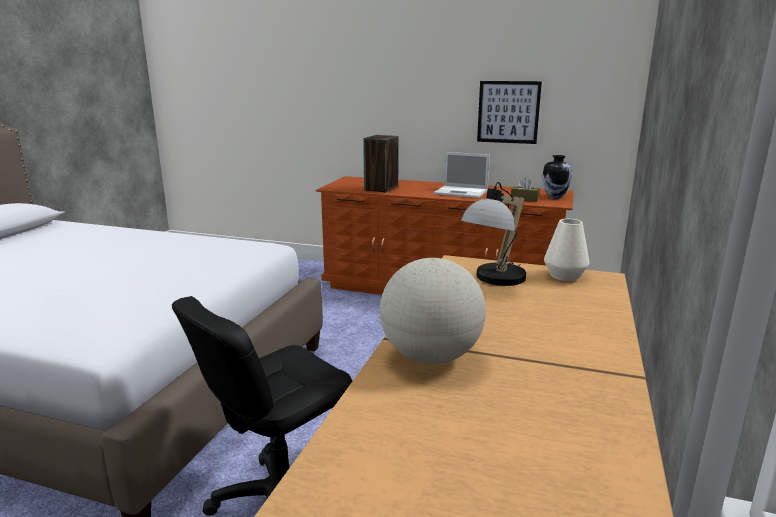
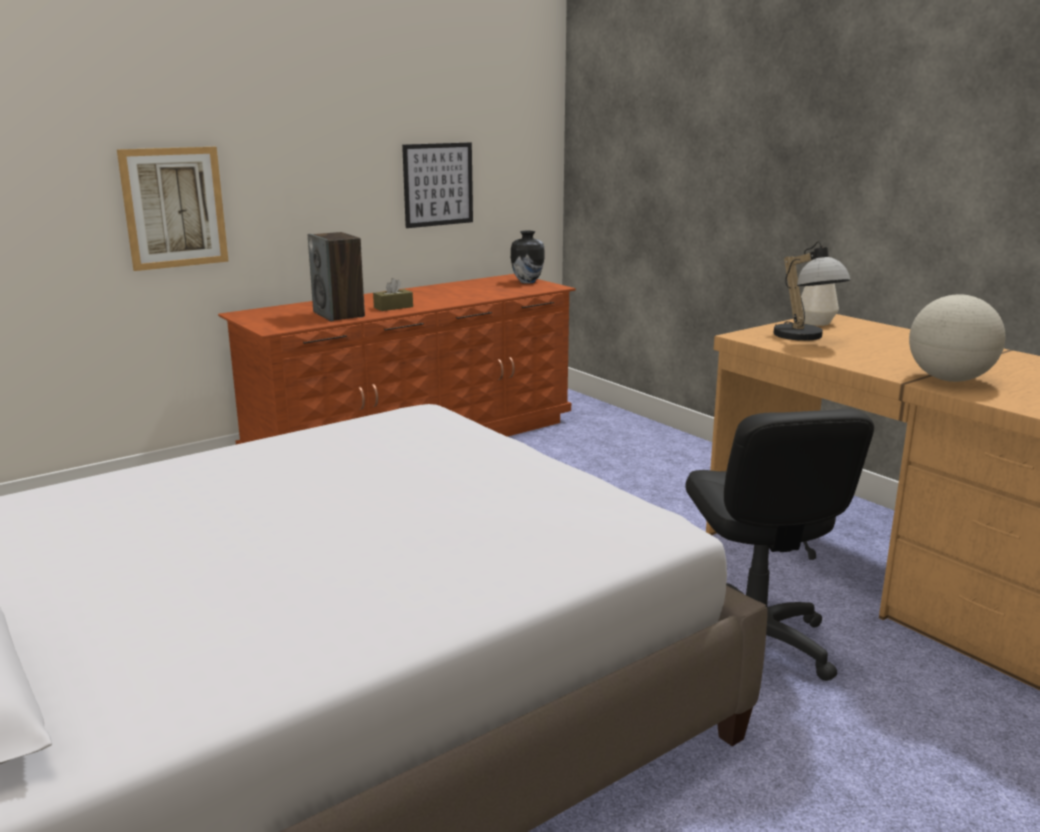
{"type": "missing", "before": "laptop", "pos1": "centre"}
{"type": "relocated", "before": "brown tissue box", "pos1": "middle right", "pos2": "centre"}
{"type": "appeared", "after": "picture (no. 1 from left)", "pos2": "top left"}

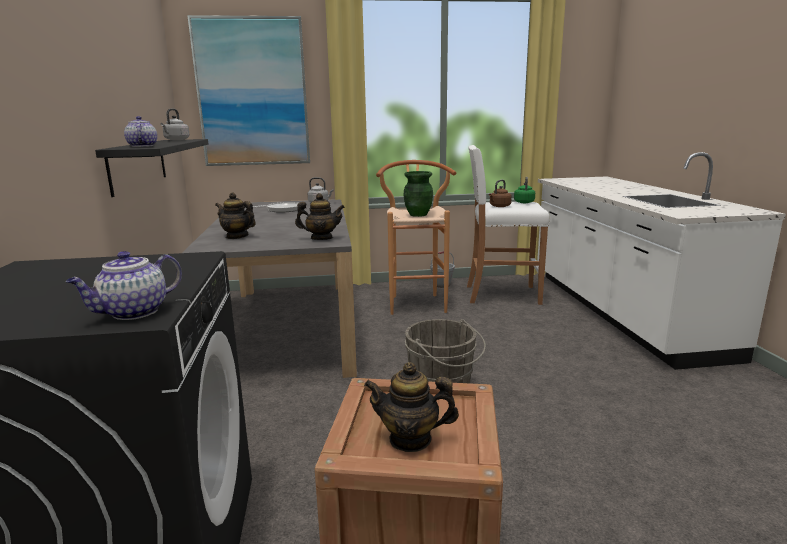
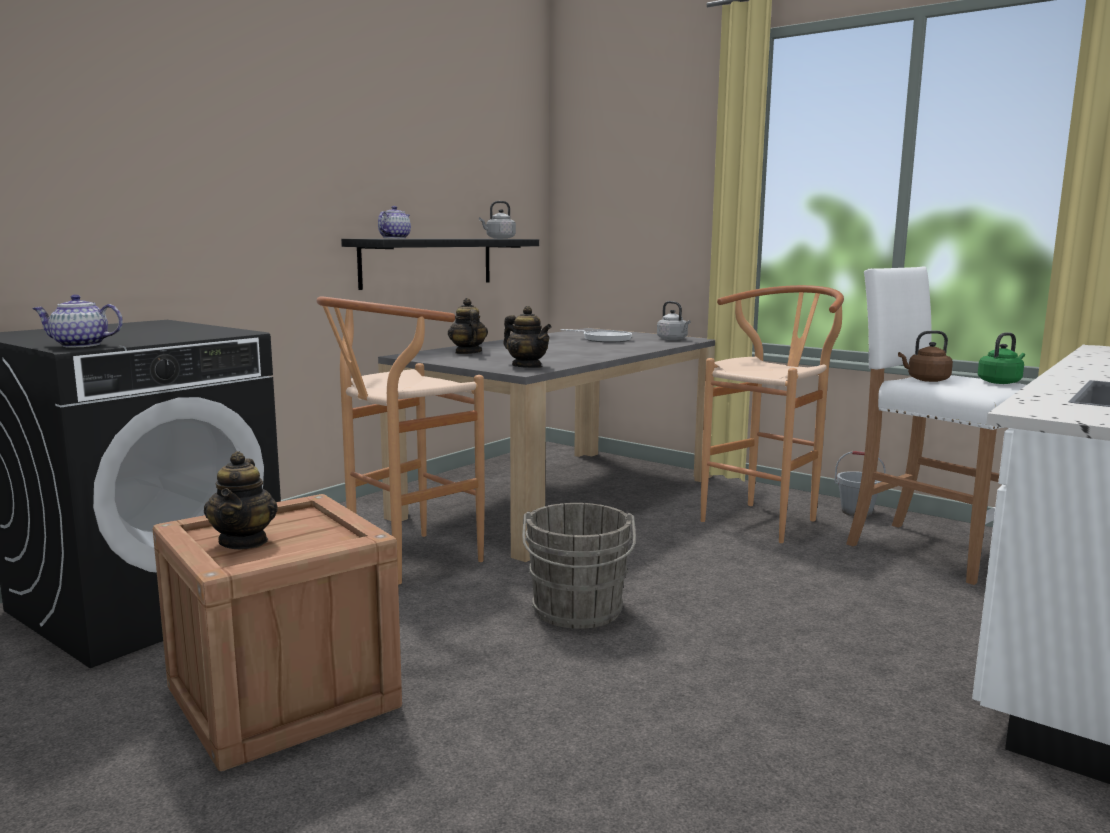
{"type": "missing", "before": "picture", "pos1": "top left"}
{"type": "missing", "before": "green vase", "pos1": "centre"}
{"type": "spun", "before": "teapot (no. 5 from left in the first image)", "pos1": "bottom centre", "pos2": "middle left", "turn": -150}
{"type": "appeared", "after": "brown stool (no. 1 from left)", "pos2": "centre"}

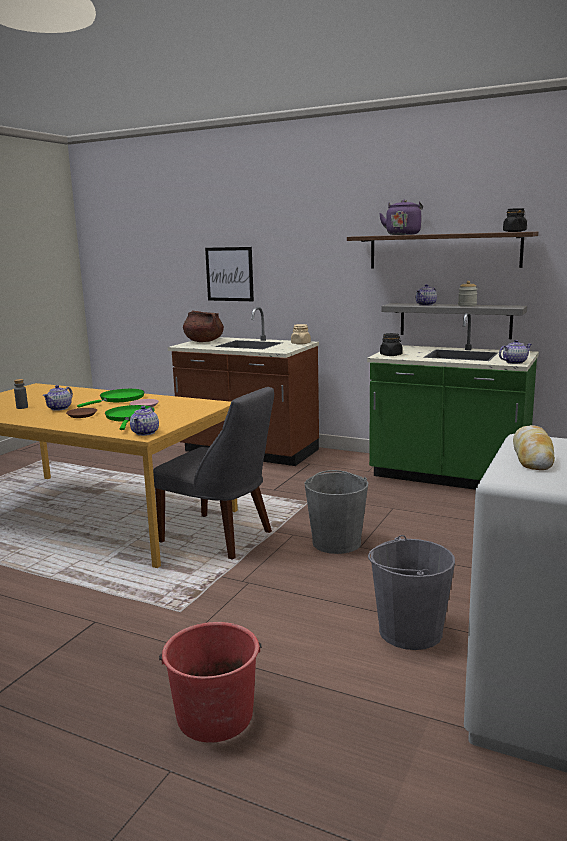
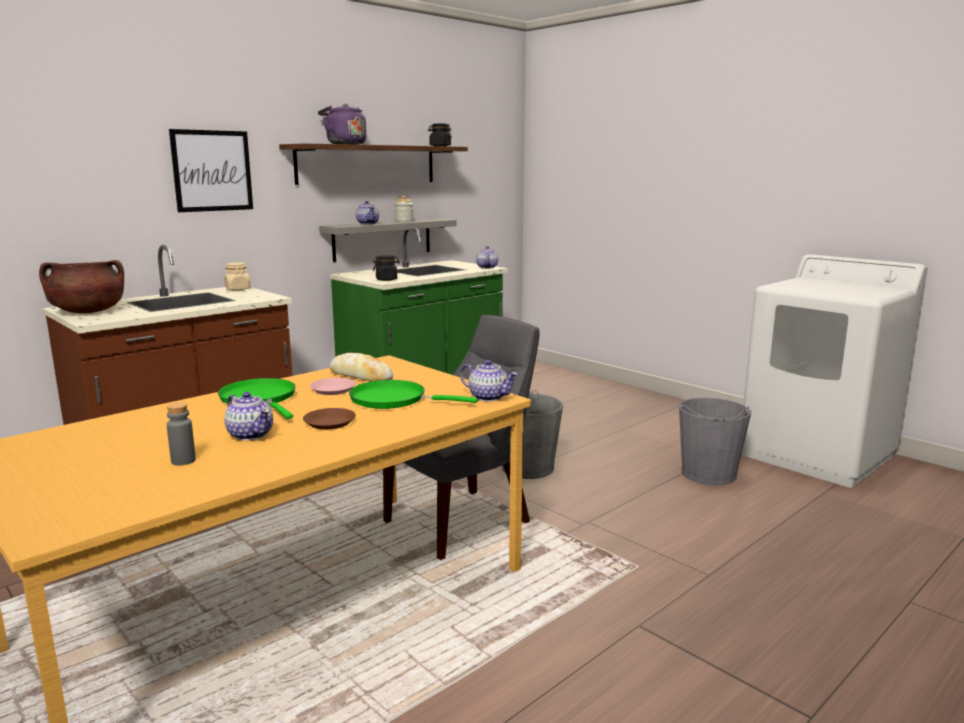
{"type": "relocated", "before": "picture", "pos1": "top centre", "pos2": "top left"}
{"type": "relocated", "before": "bread", "pos1": "middle right", "pos2": "centre"}
{"type": "missing", "before": "red bucket", "pos1": "bottom centre"}

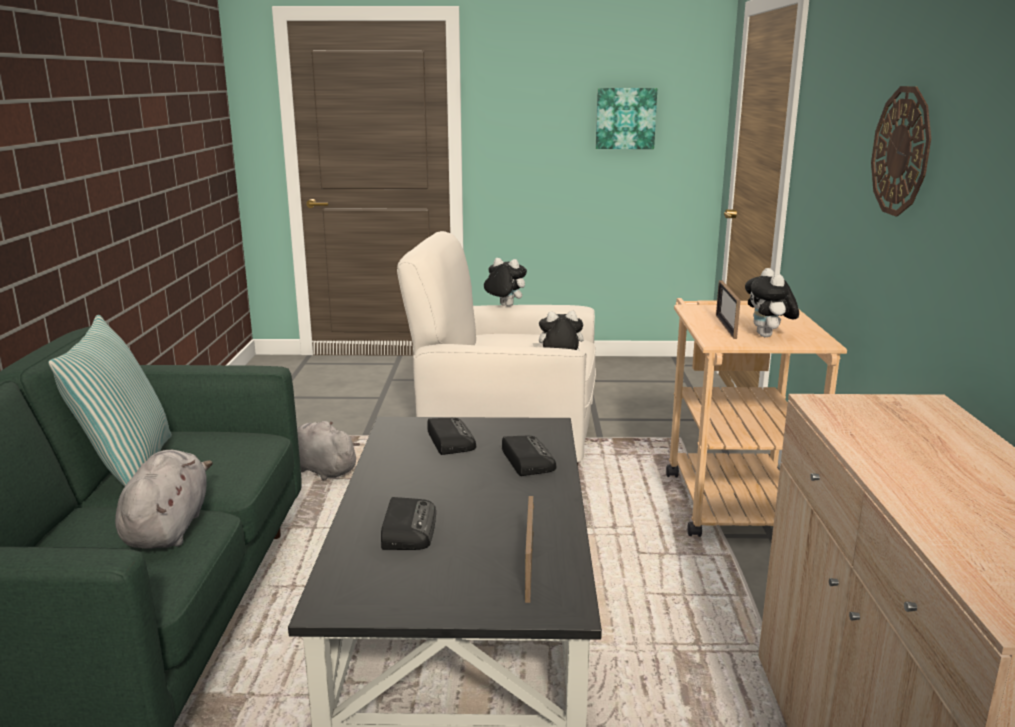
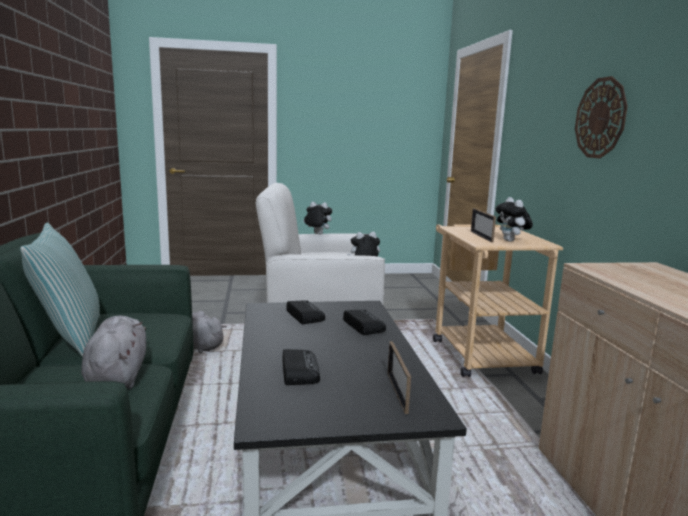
{"type": "missing", "before": "picture", "pos1": "top centre"}

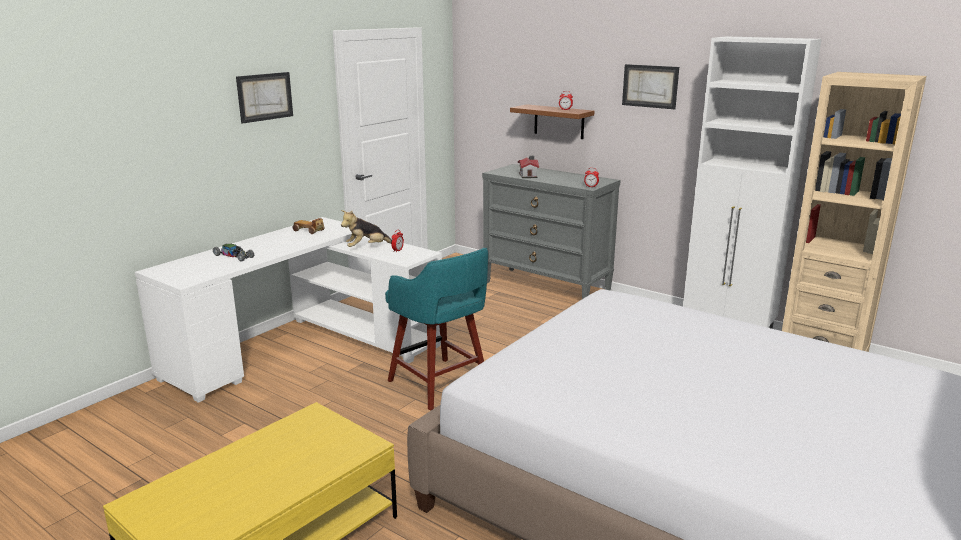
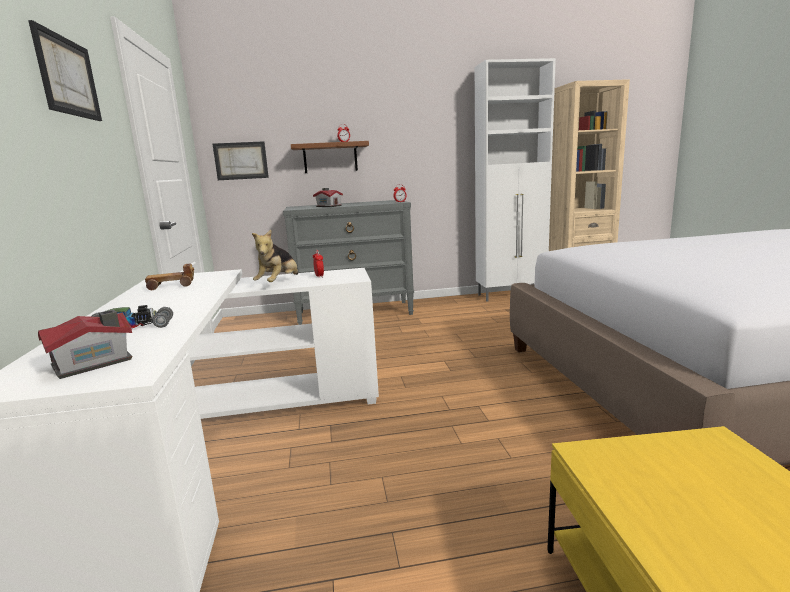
{"type": "relocated", "before": "picture (no. 2 from left)", "pos1": "top right", "pos2": "top left"}
{"type": "missing", "before": "turquoise stool", "pos1": "centre"}
{"type": "appeared", "after": "toy house (no. 1 from left)", "pos2": "middle left"}

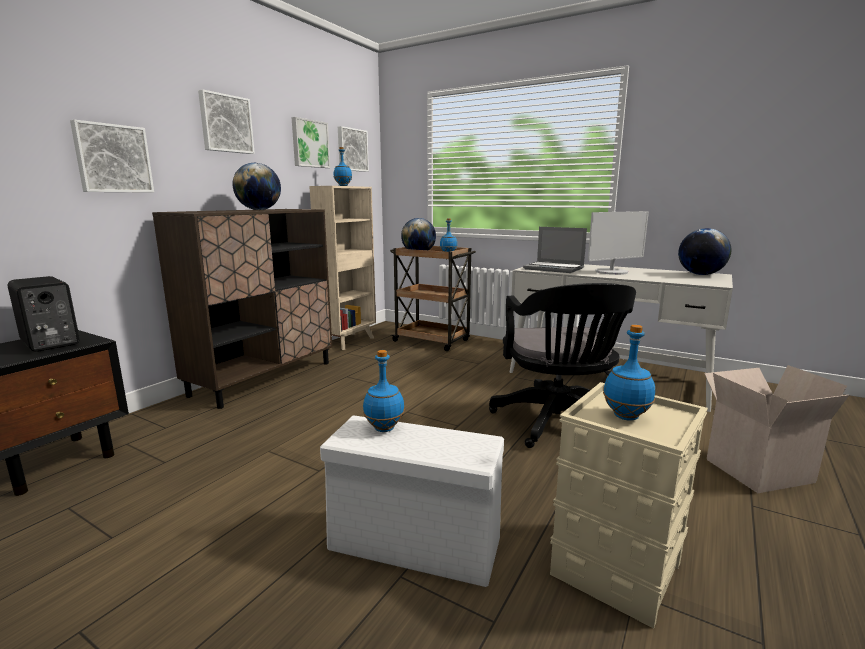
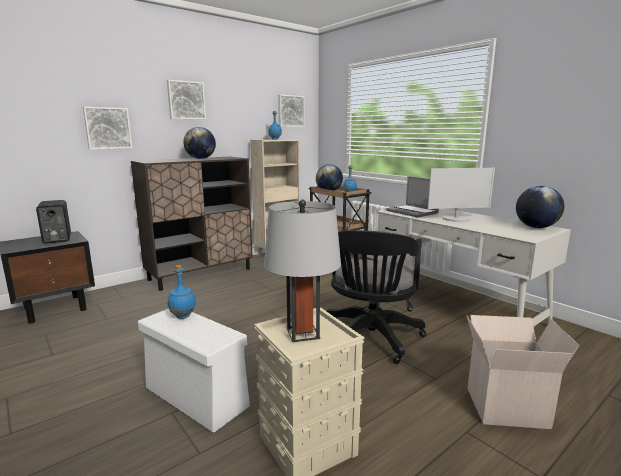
{"type": "missing", "before": "picture (no. 3 from left)", "pos1": "top centre"}
{"type": "exchanged", "before": "blue bottle (no. 4 from left)", "after": "grey table lamp", "pos1": "middle right", "pos2": "centre"}

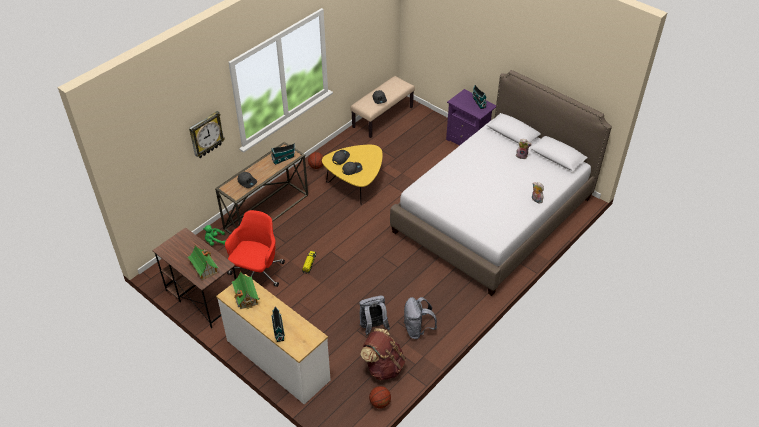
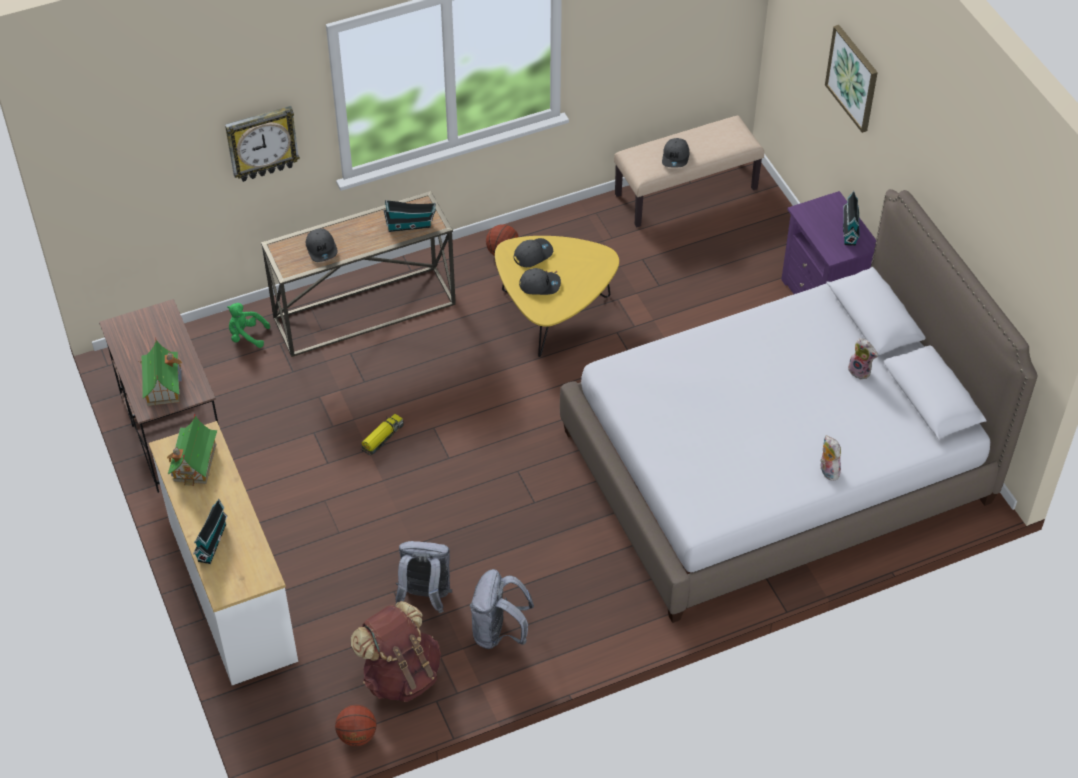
{"type": "missing", "before": "red office chair", "pos1": "centre"}
{"type": "appeared", "after": "picture", "pos2": "top right"}

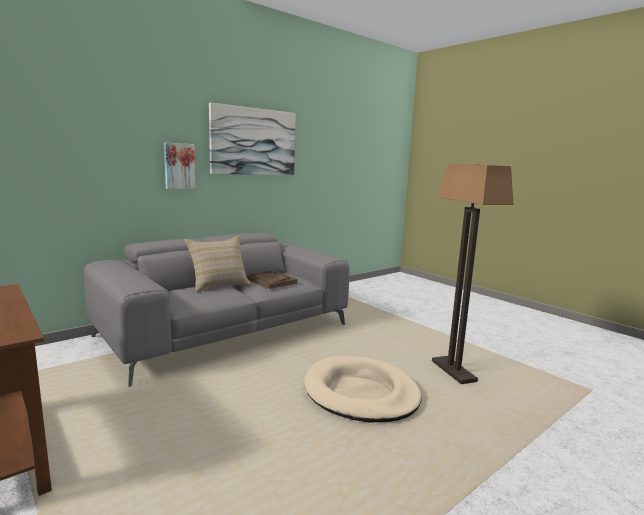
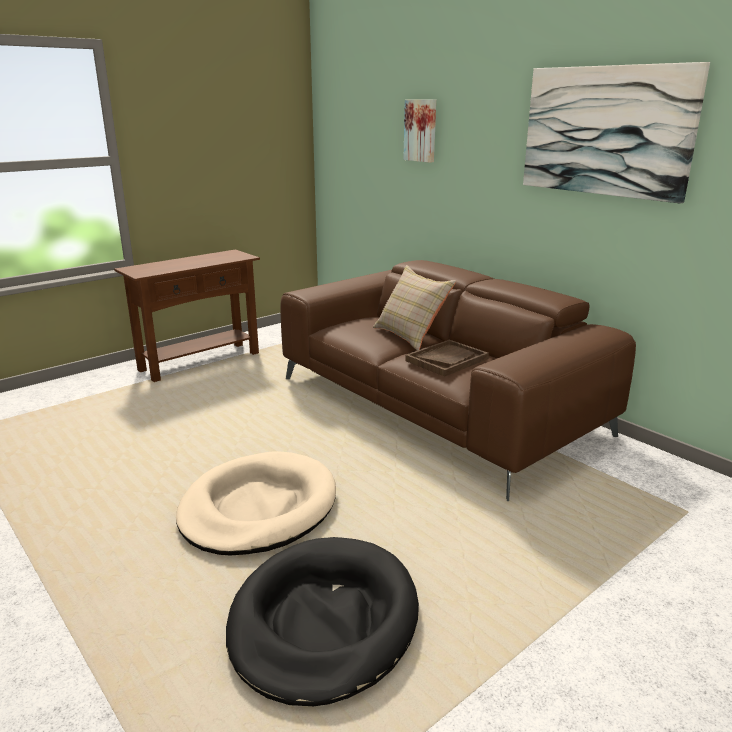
{"type": "relocated", "before": "picture (no. 1 from left)", "pos1": "top left", "pos2": "top centre"}
{"type": "exchanged", "before": "floor lamp", "after": "black dog bed", "pos1": "middle right", "pos2": "bottom centre"}
{"type": "colour", "before": "grey sofa", "after": "brown sofa", "pos1": "centre", "pos2": "centre"}

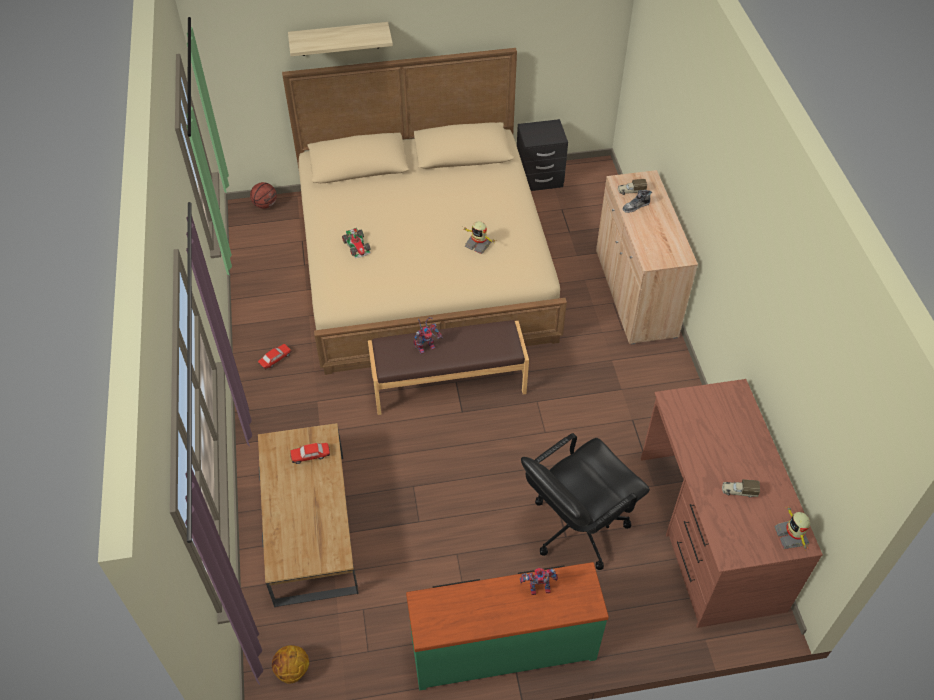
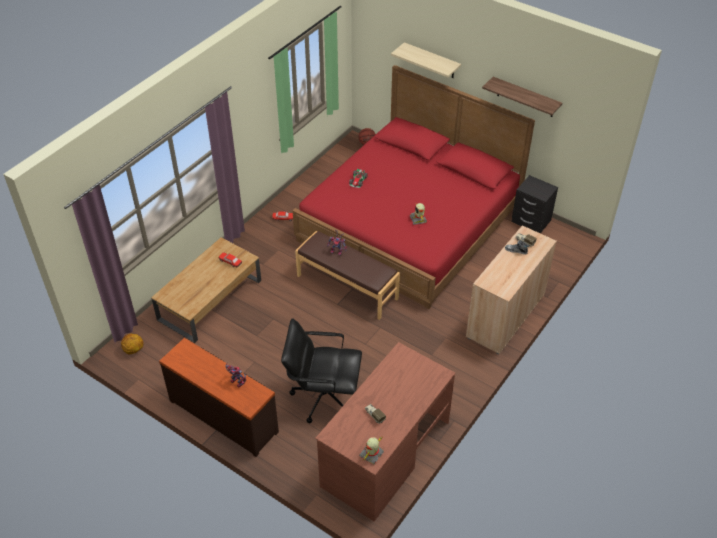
{"type": "colour", "before": "beige bed", "after": "red bed", "pos1": "top centre", "pos2": "centre"}
{"type": "colour", "before": "green dresser", "after": "brown dresser", "pos1": "bottom centre", "pos2": "bottom left"}
{"type": "appeared", "after": "shelf (no. 2 from left)", "pos2": "top right"}

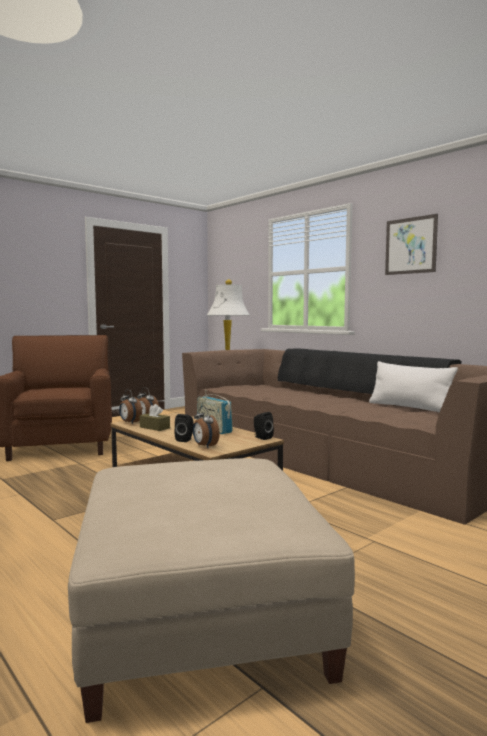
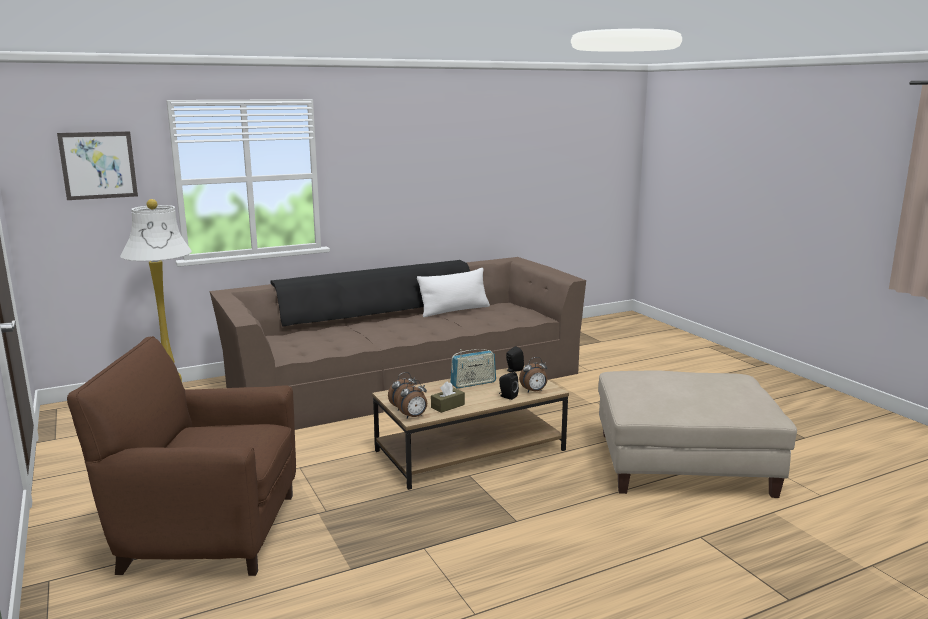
{"type": "relocated", "before": "picture", "pos1": "top right", "pos2": "top left"}

